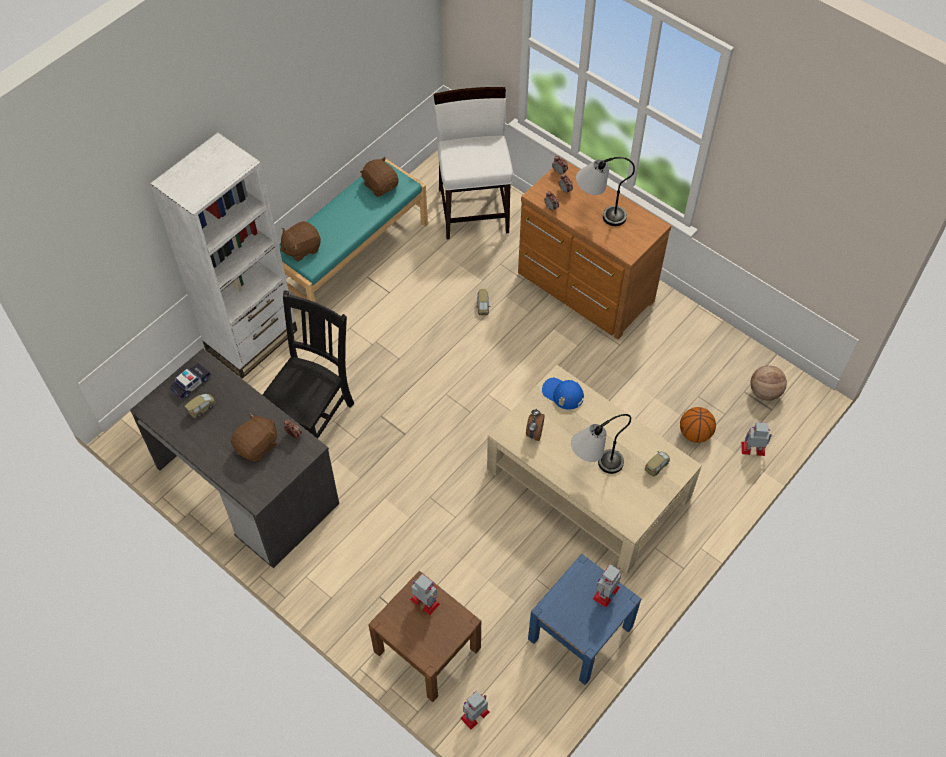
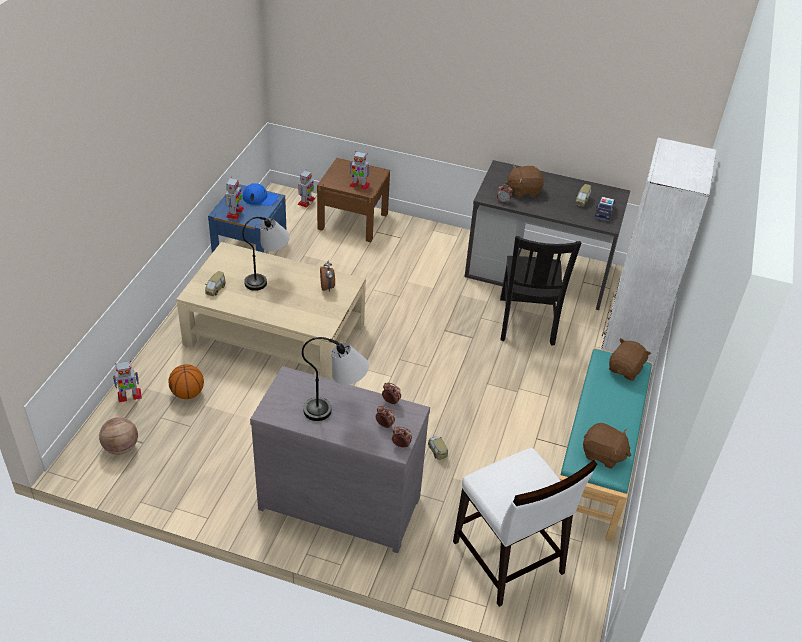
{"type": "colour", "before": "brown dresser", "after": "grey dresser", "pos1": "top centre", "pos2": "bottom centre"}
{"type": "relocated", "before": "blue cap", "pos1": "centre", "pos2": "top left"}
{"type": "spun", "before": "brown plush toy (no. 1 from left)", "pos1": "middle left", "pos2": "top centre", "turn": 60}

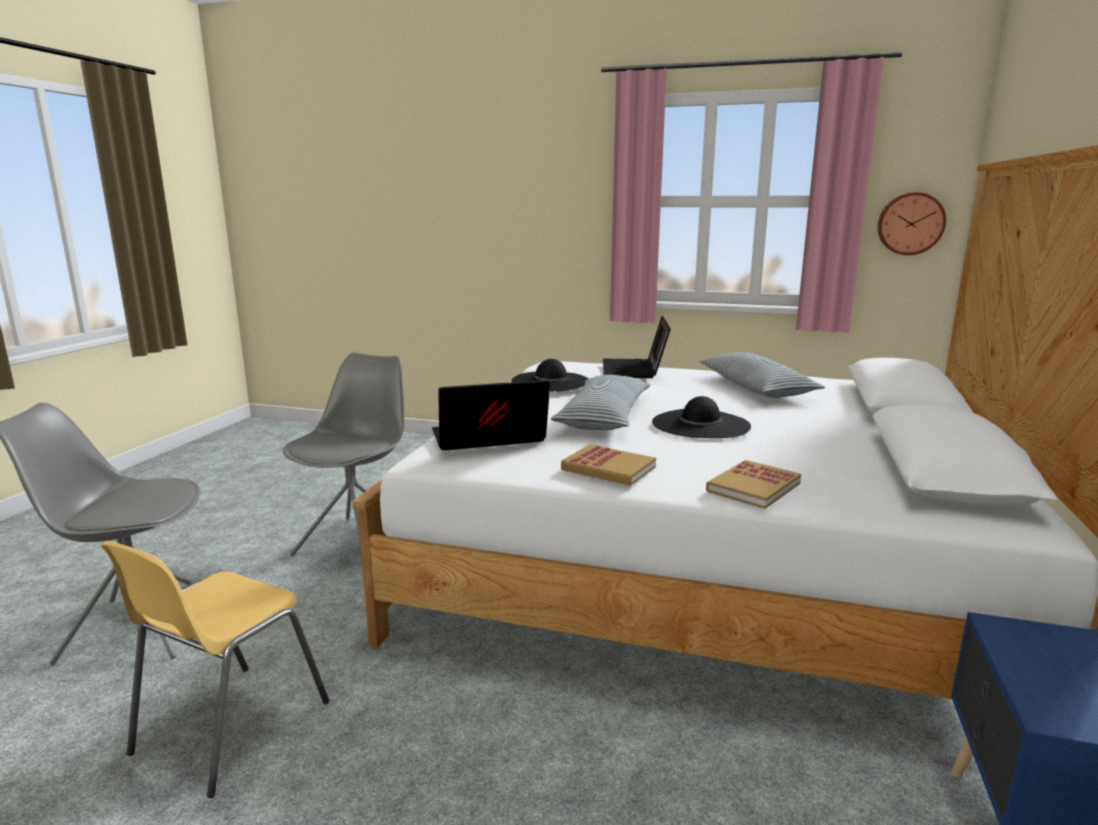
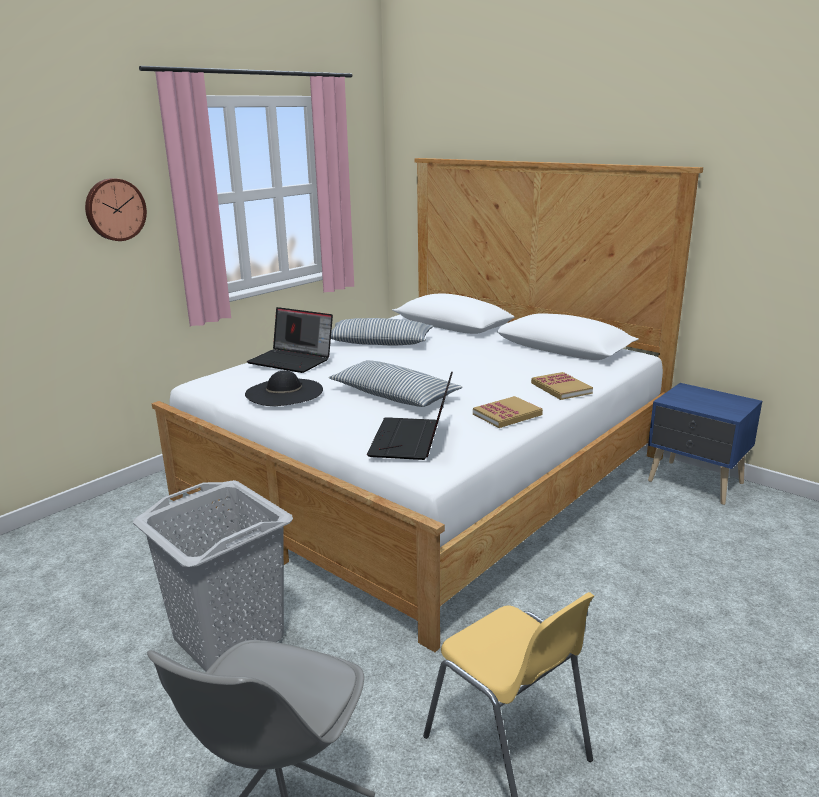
{"type": "relocated", "before": "wall clock", "pos1": "top right", "pos2": "top left"}
{"type": "exchanged", "before": "grey chair (no. 2 from left)", "after": "grey laundry basket", "pos1": "middle left", "pos2": "bottom left"}
{"type": "missing", "before": "black hat (no. 2 from left)", "pos1": "centre"}

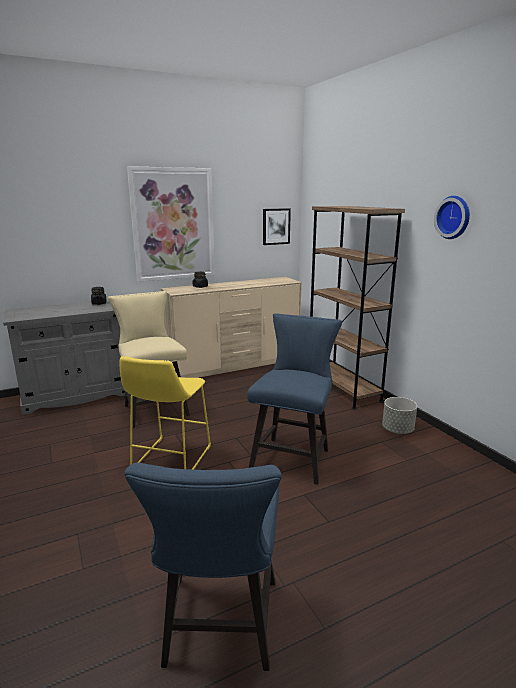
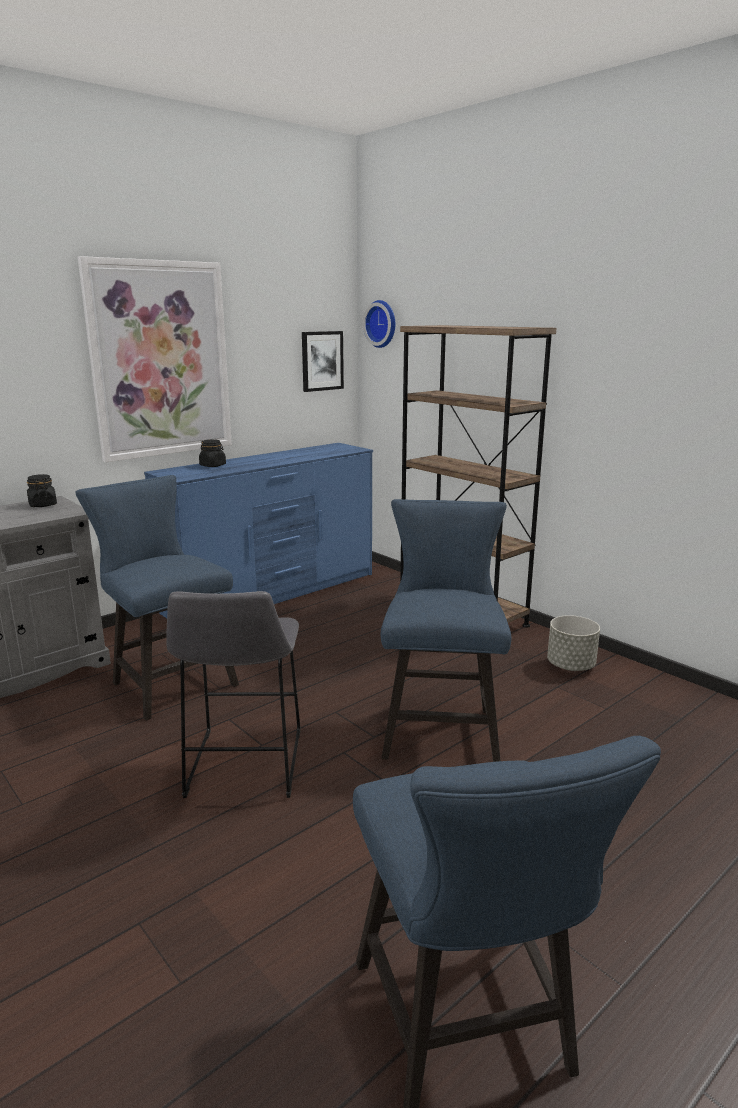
{"type": "relocated", "before": "wall clock", "pos1": "top right", "pos2": "top centre"}
{"type": "colour", "before": "beige dresser", "after": "blue dresser", "pos1": "centre", "pos2": "centre"}
{"type": "colour", "before": "beige chair", "after": "blue chair (no. 1 from left)", "pos1": "middle left", "pos2": "middle left"}
{"type": "colour", "before": "yellow stool", "after": "grey stool", "pos1": "middle left", "pos2": "middle left"}

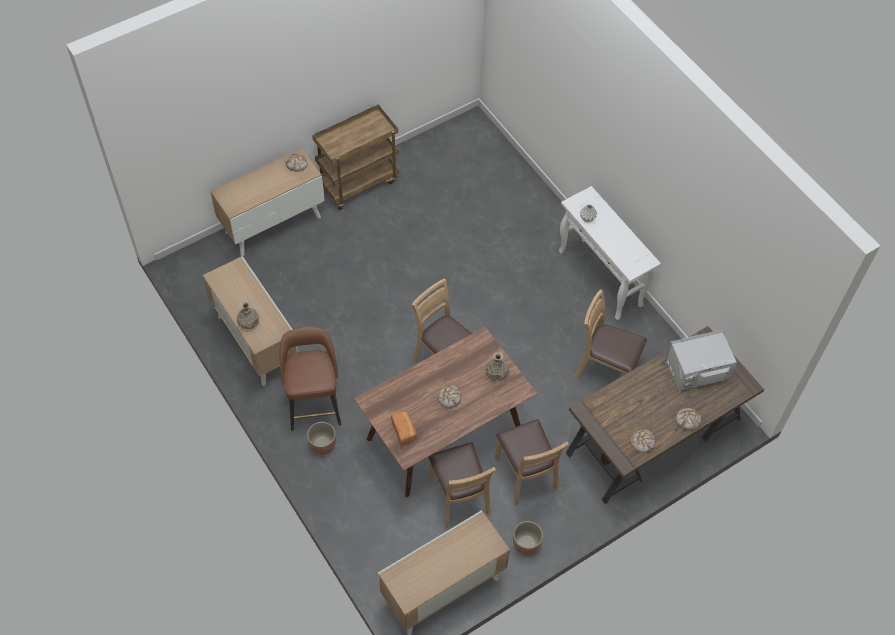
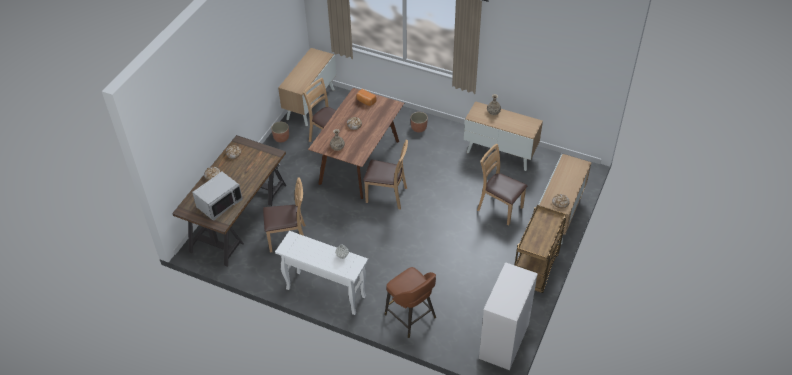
{"type": "relocated", "before": "brown stool", "pos1": "centre", "pos2": "bottom centre"}
{"type": "relocated", "before": "brown chair (no. 3 from left in the first image)", "after": "brown chair (no. 4 from left)", "pos1": "bottom centre", "pos2": "centre"}
{"type": "appeared", "after": "white dresser", "pos2": "bottom centre"}

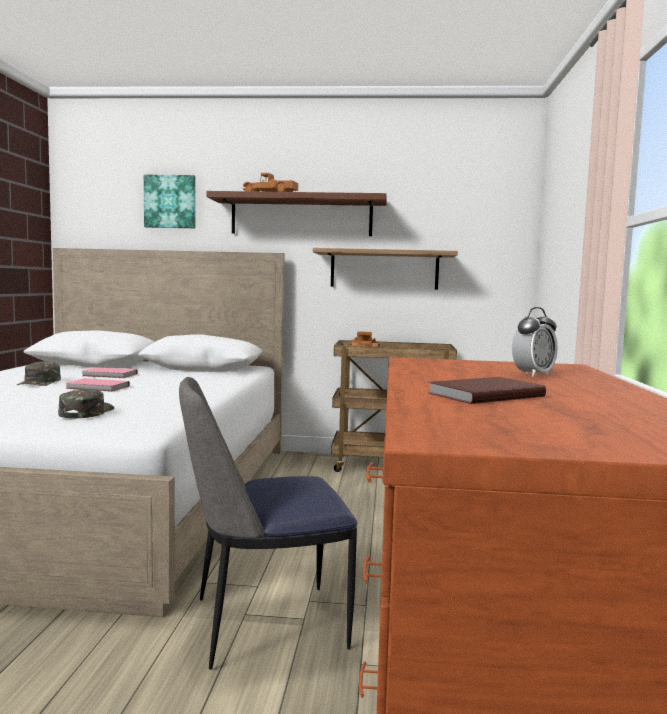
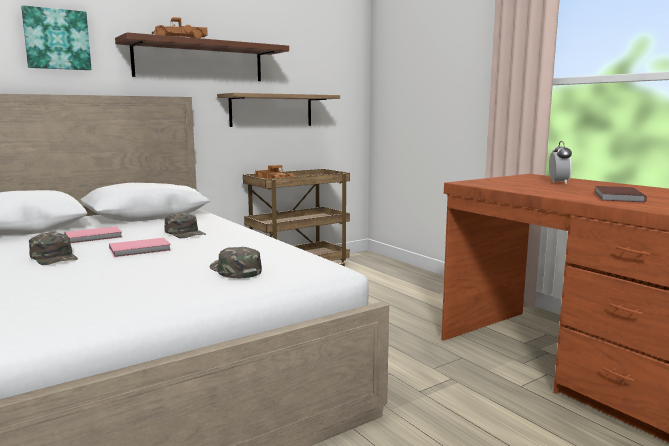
{"type": "missing", "before": "chair", "pos1": "bottom centre"}
{"type": "appeared", "after": "green cap (no. 2 from left)", "pos2": "middle left"}

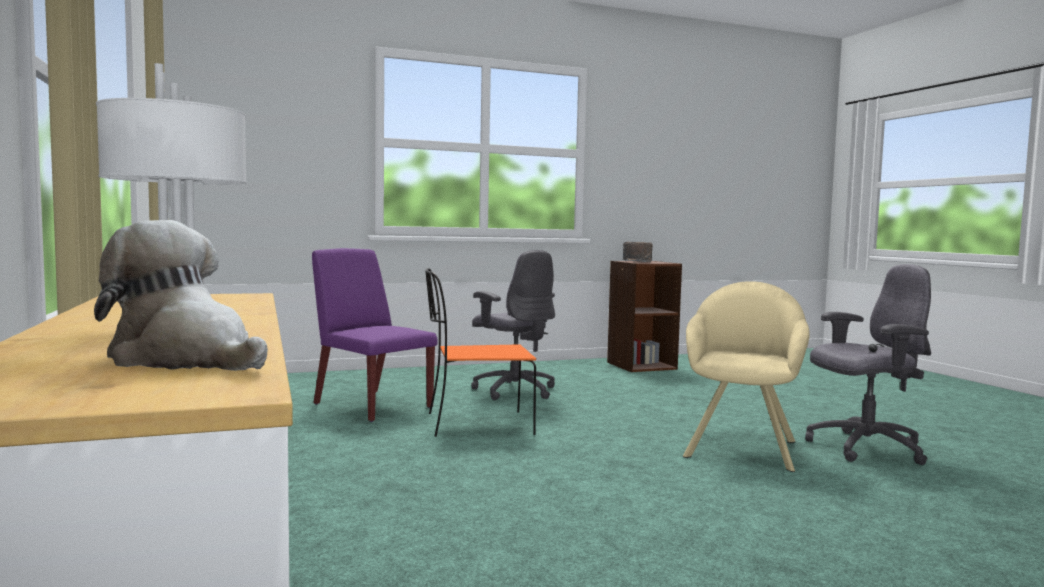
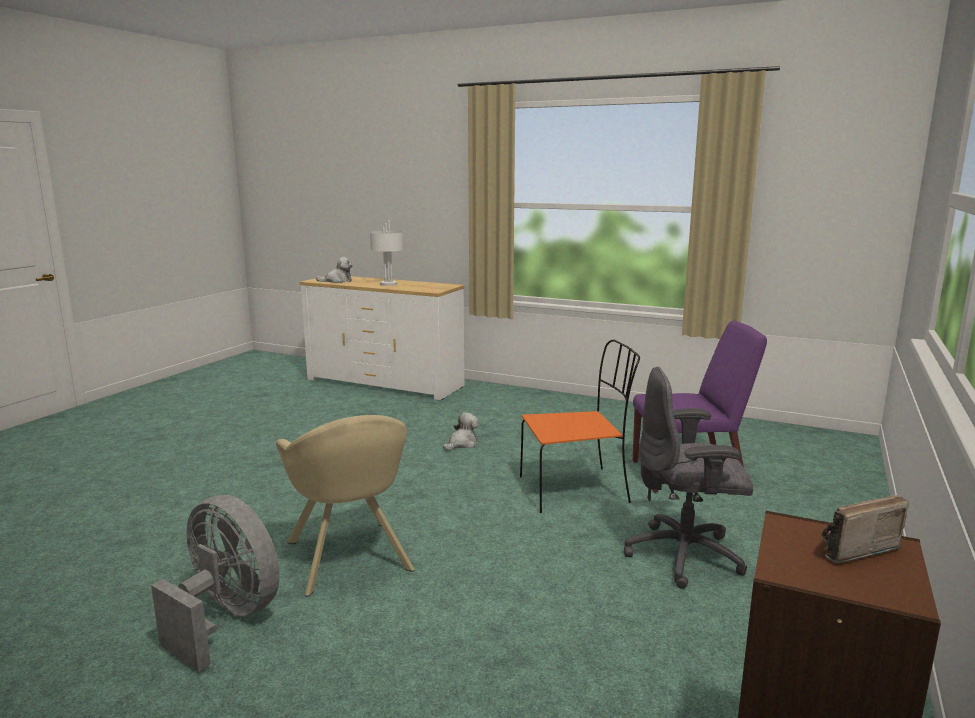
{"type": "exchanged", "before": "grey office chair (no. 2 from left)", "after": "grey fan", "pos1": "middle right", "pos2": "bottom left"}
{"type": "spun", "before": "orange chair", "pos1": "centre", "pos2": "centre", "turn": 45}
{"type": "appeared", "after": "plush toy (no. 2 from left)", "pos2": "centre"}

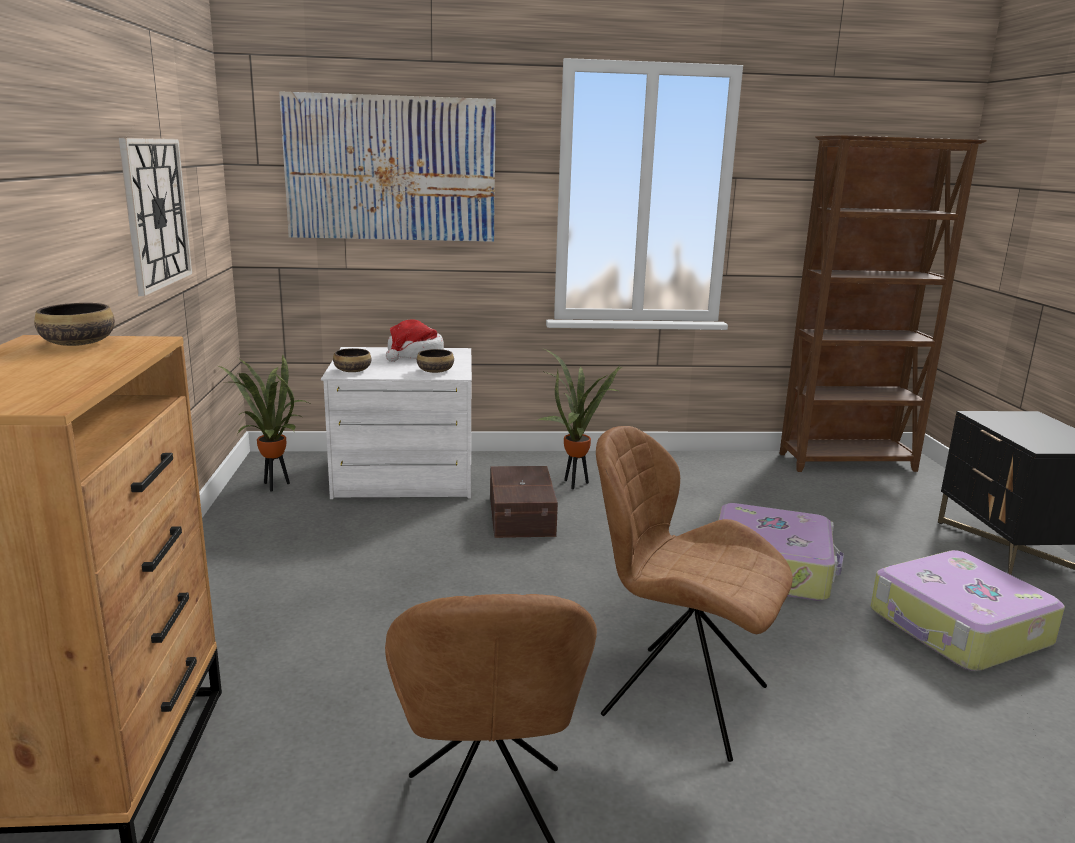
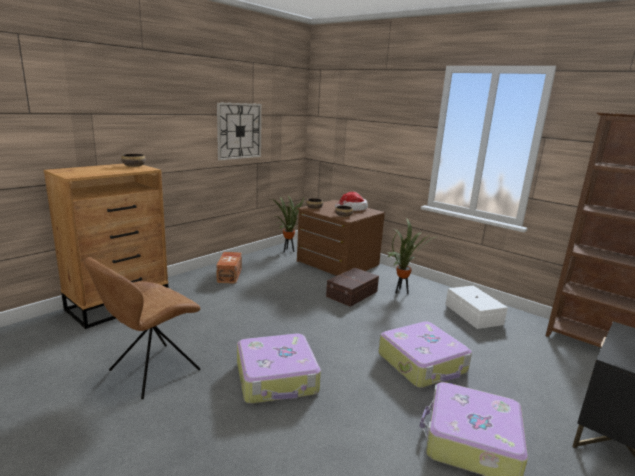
{"type": "missing", "before": "picture", "pos1": "top centre"}
{"type": "colour", "before": "white dresser", "after": "brown dresser (no. 2 from left)", "pos1": "centre", "pos2": "centre"}
{"type": "exchanged", "before": "brown chair (no. 2 from left)", "after": "suitcase (no. 1 from left)", "pos1": "bottom centre", "pos2": "bottom centre"}
{"type": "appeared", "after": "brown storage box (no. 1 from left)", "pos2": "centre"}
{"type": "appeared", "after": "white storage box", "pos2": "middle right"}

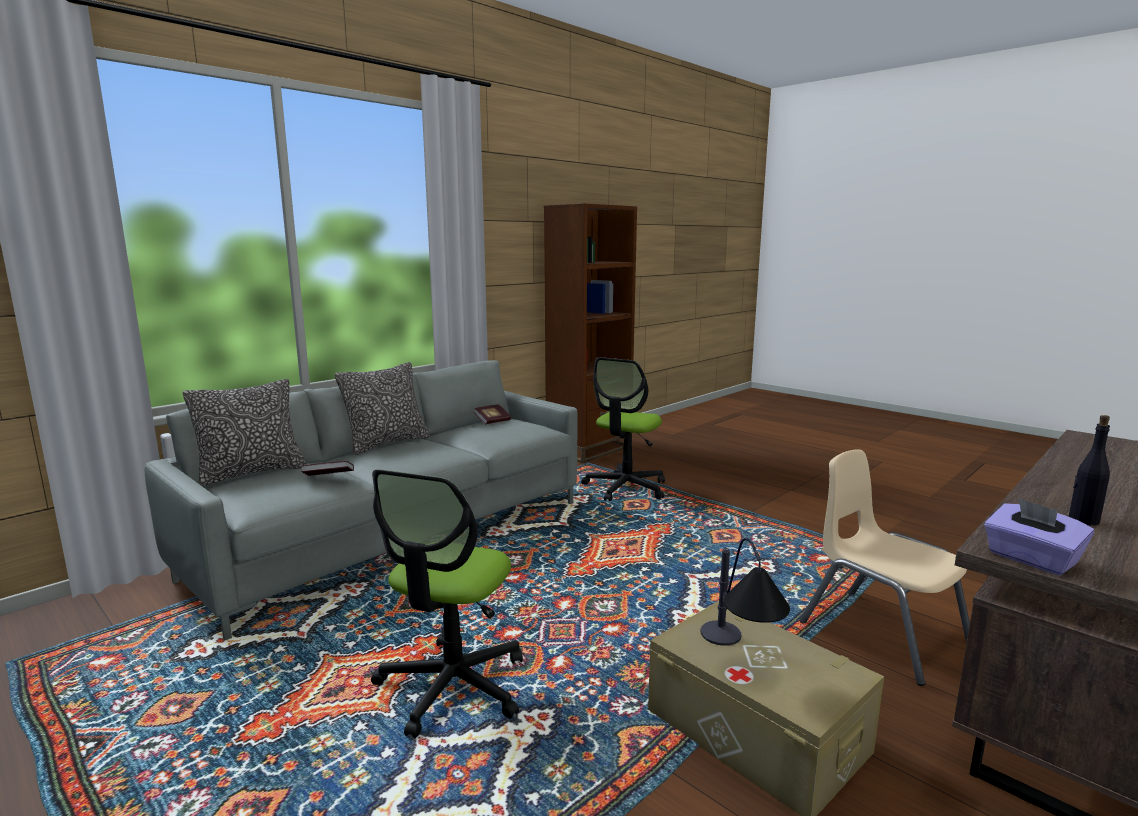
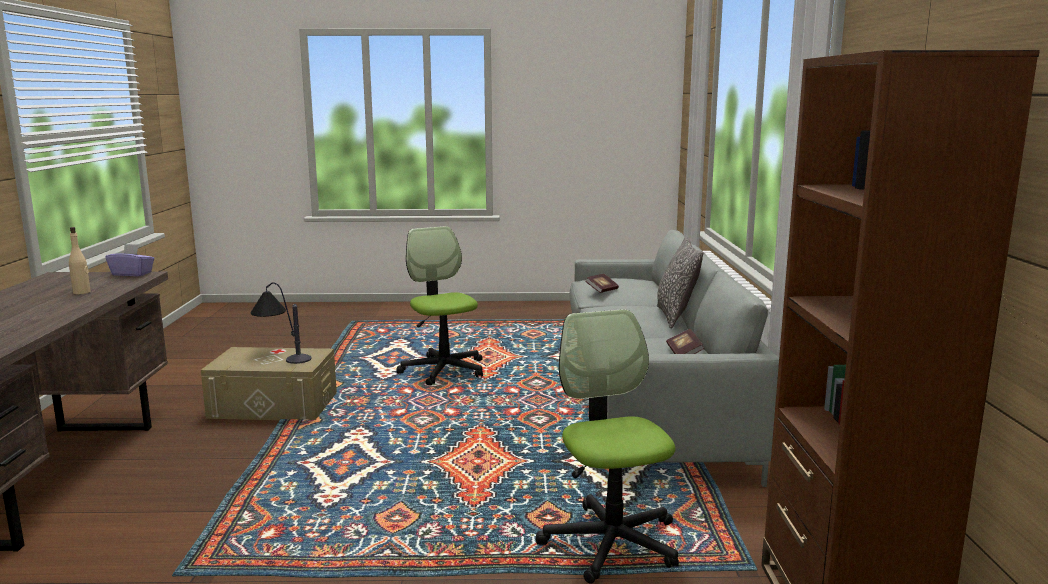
{"type": "missing", "before": "pillow (no. 1 from left)", "pos1": "middle left"}
{"type": "colour", "before": "black bottle", "after": "beige bottle", "pos1": "middle right", "pos2": "middle left"}
{"type": "missing", "before": "beige chair", "pos1": "bottom right"}

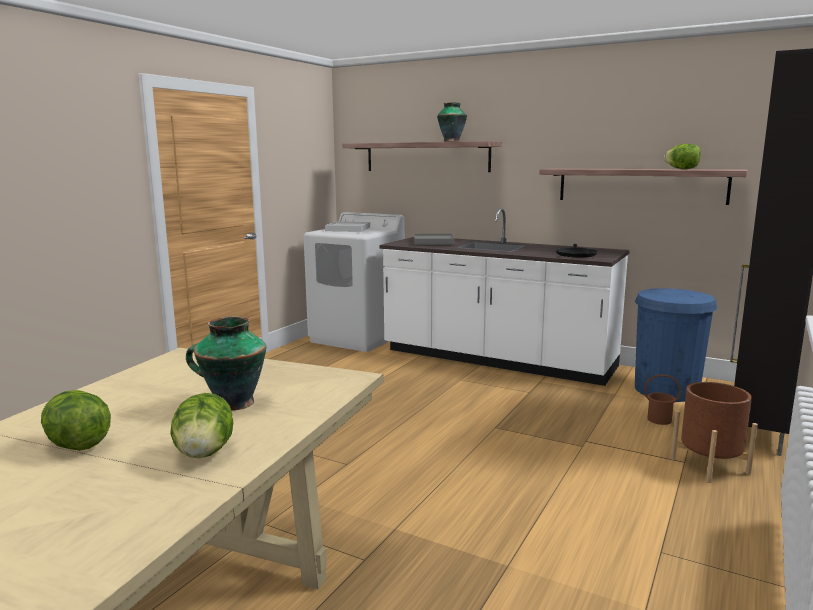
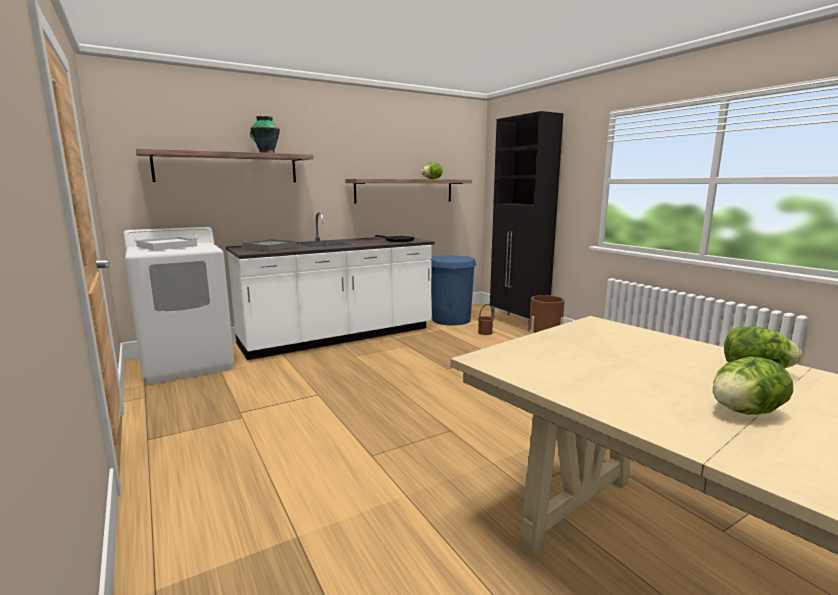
{"type": "missing", "before": "vase (no. 1 from left)", "pos1": "middle left"}

